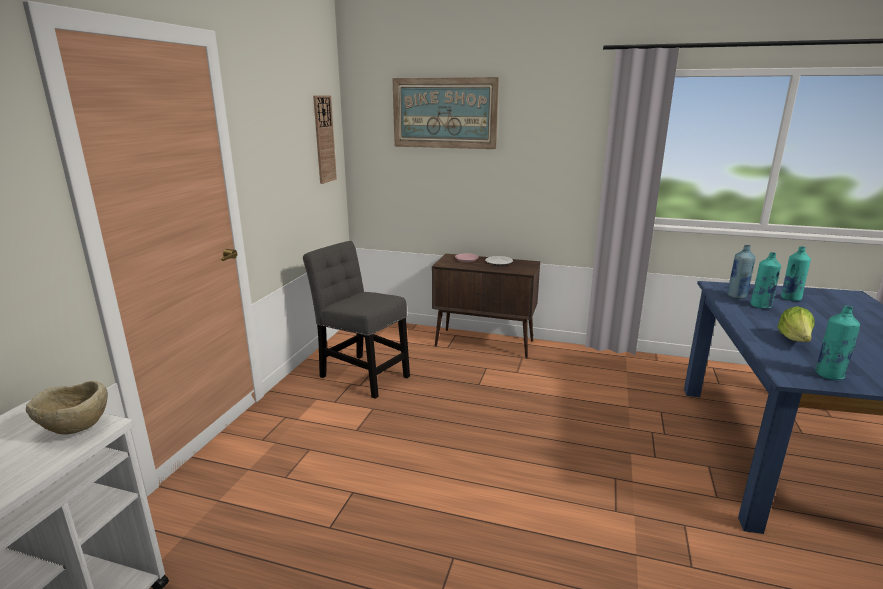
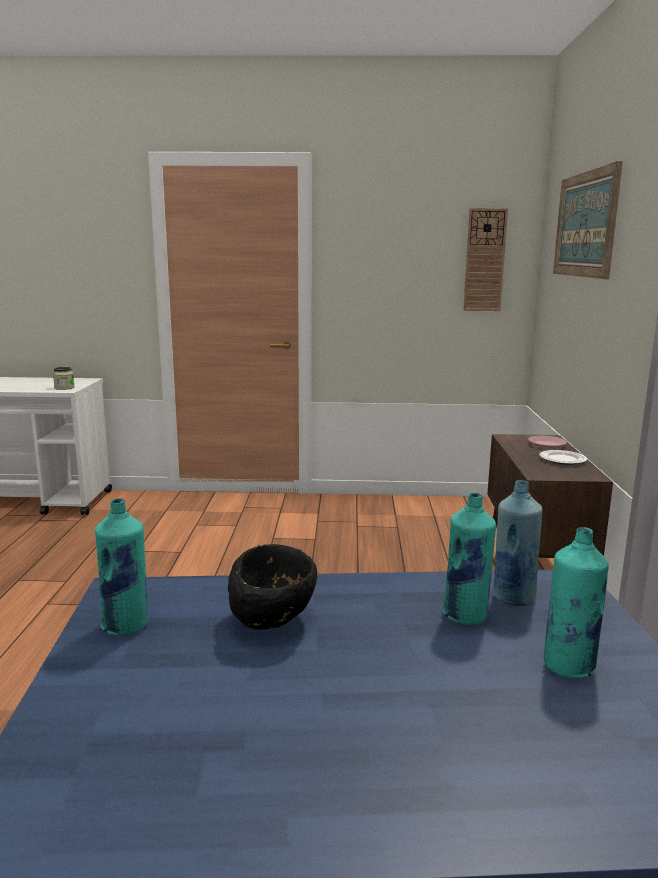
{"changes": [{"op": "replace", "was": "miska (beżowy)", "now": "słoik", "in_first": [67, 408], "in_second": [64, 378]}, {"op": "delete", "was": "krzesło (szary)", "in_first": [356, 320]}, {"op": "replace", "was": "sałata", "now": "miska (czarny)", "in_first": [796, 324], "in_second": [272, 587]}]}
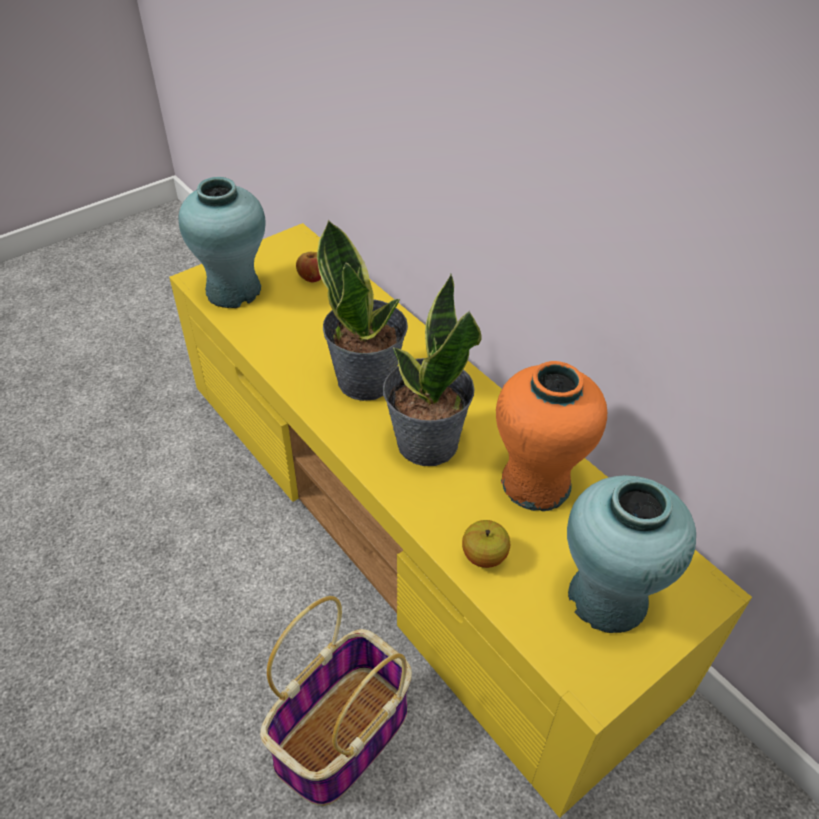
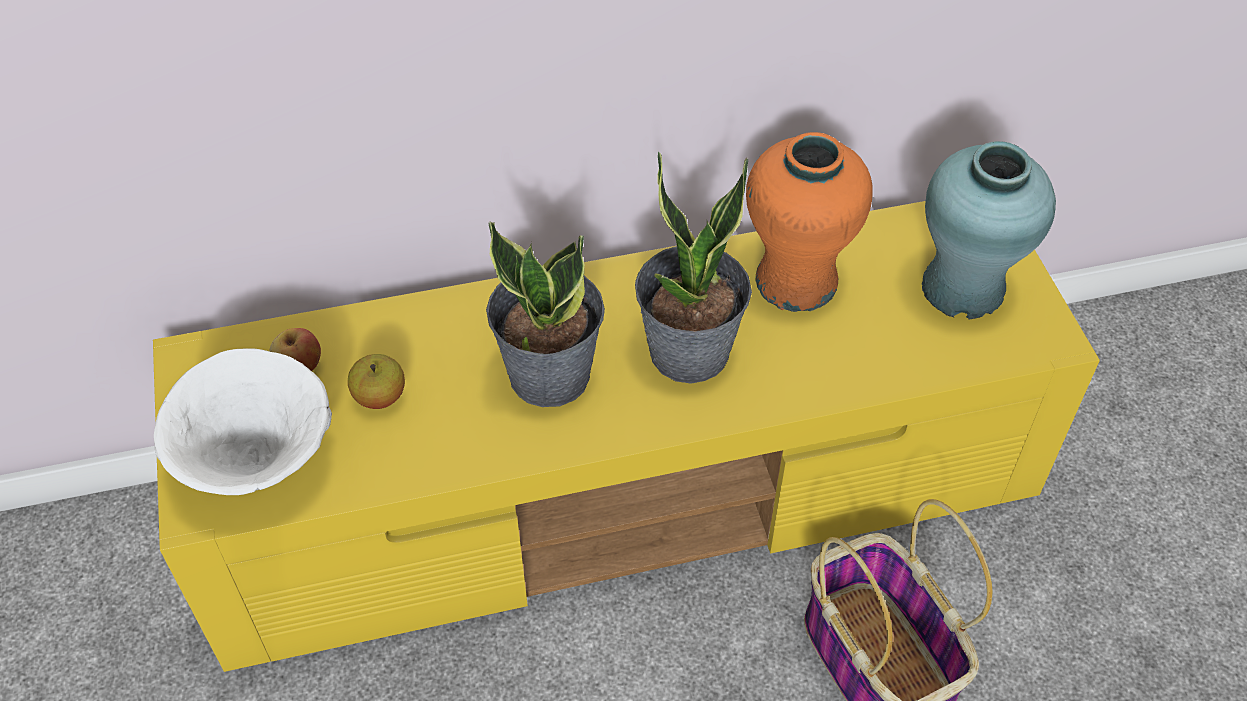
{"changes": [{"op": "replace", "was": "wazon (turkusowy)", "now": "miska (biały)", "in_first": [222, 242], "in_second": [243, 421]}, {"op": "move", "was": "jabłko", "in_first": [486, 544], "in_second": [376, 381]}]}
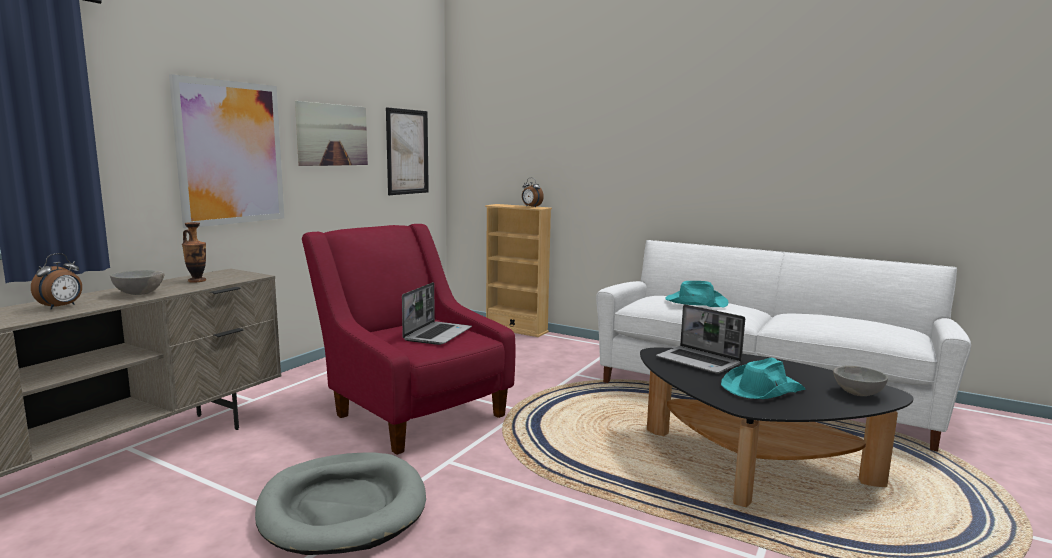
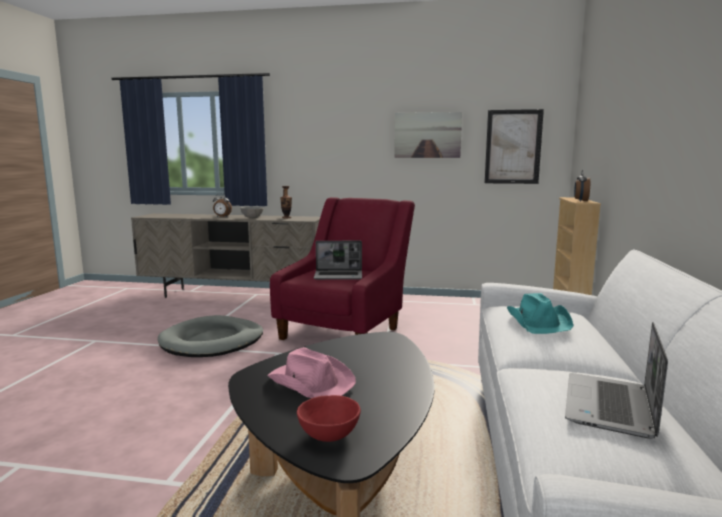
{"changes": [{"op": "delete", "was": "obraz", "in_first": [226, 151]}, {"op": "move", "was": "laptop", "in_first": [700, 339], "in_second": [616, 380]}, {"op": "recolor", "was": "kapelusz (turkusowy)", "now": "kapelusz (różowy)", "in_first": [763, 378], "in_second": [311, 372]}, {"op": "recolor", "was": "miska (szary)", "now": "miska (czerwony)", "in_first": [860, 381], "in_second": [329, 418]}]}
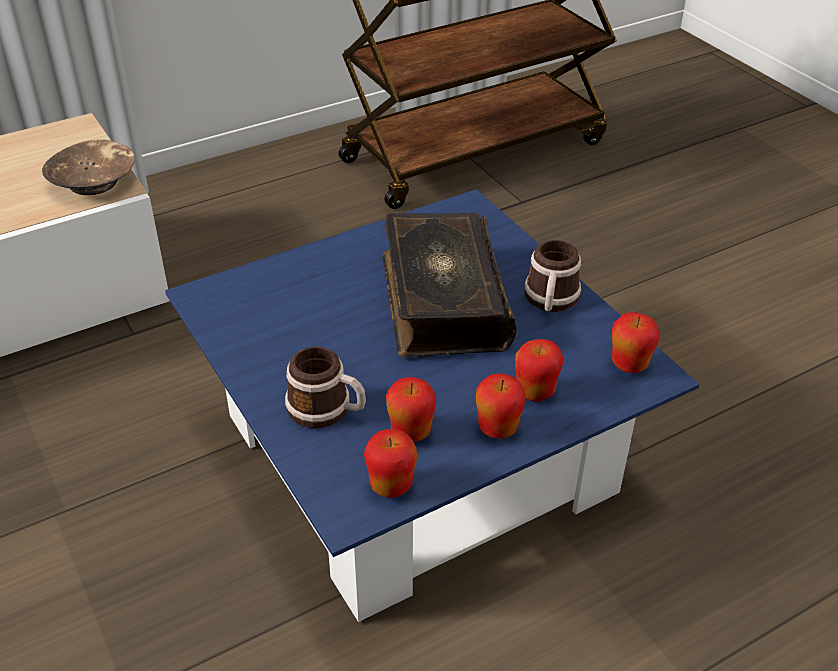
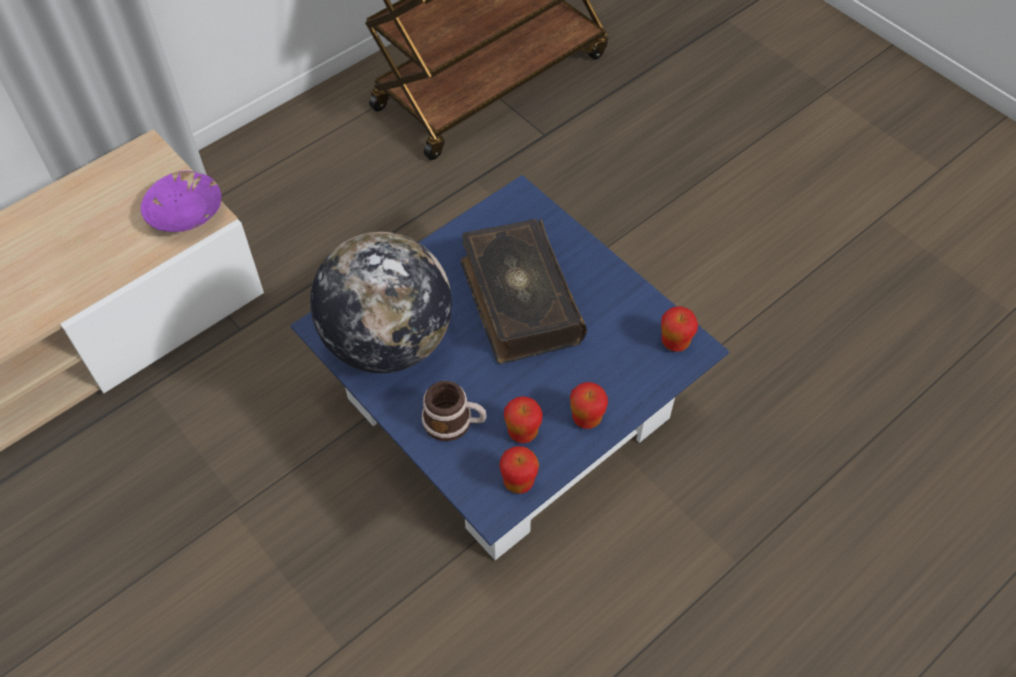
{"changes": [{"op": "recolor", "was": "miska (brązowy)", "now": "miska (fioletowy)", "in_first": [88, 167], "in_second": [181, 201]}, {"op": "delete", "was": "jabłko", "in_first": [539, 370]}, {"op": "delete", "was": "kubek", "in_first": [553, 276]}, {"op": "insert", "now": "globus", "in_second": [381, 302]}]}
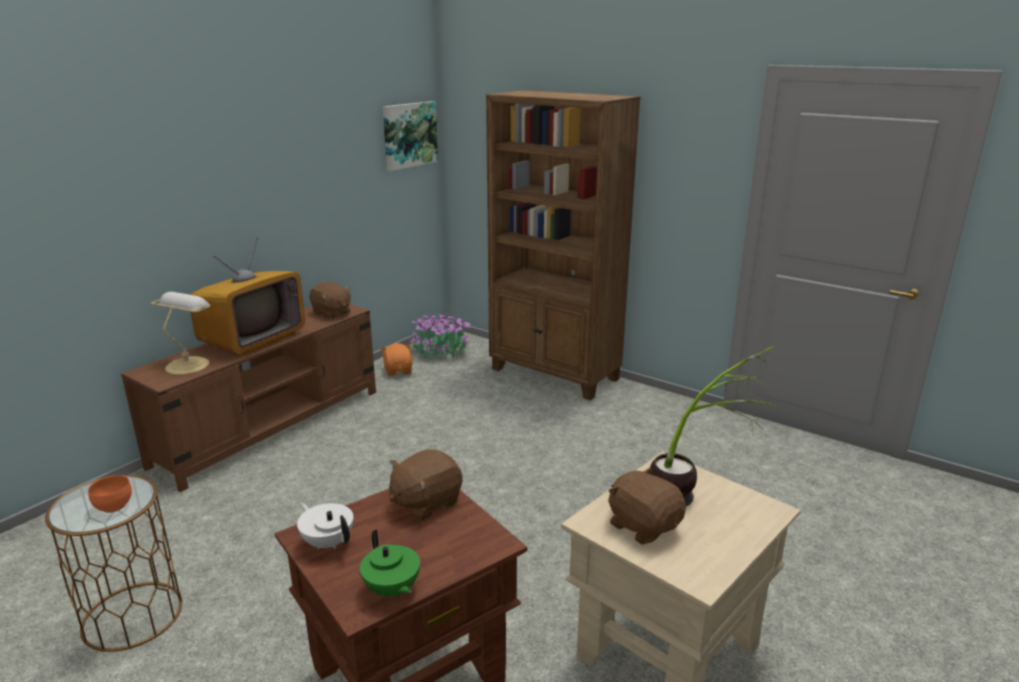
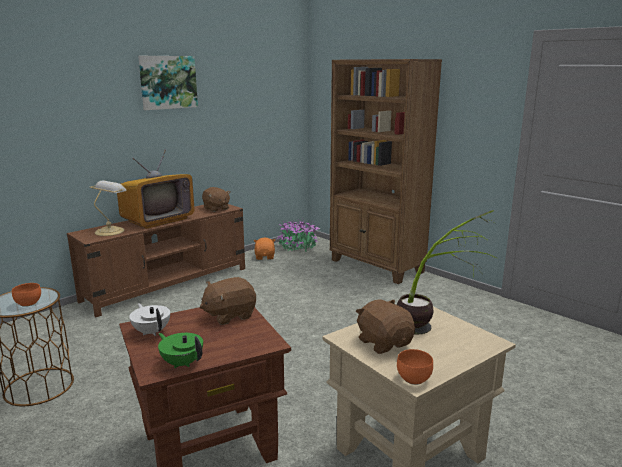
{"changes": [{"op": "rotate", "was": "imbryk (zielony)", "in_first": [390, 564], "in_second": [180, 350], "clockwise": 150}, {"op": "move", "was": "obraz", "in_first": [410, 136], "in_second": [168, 83]}, {"op": "insert", "now": "miska (pomarańczowy)", "in_second": [415, 367]}]}
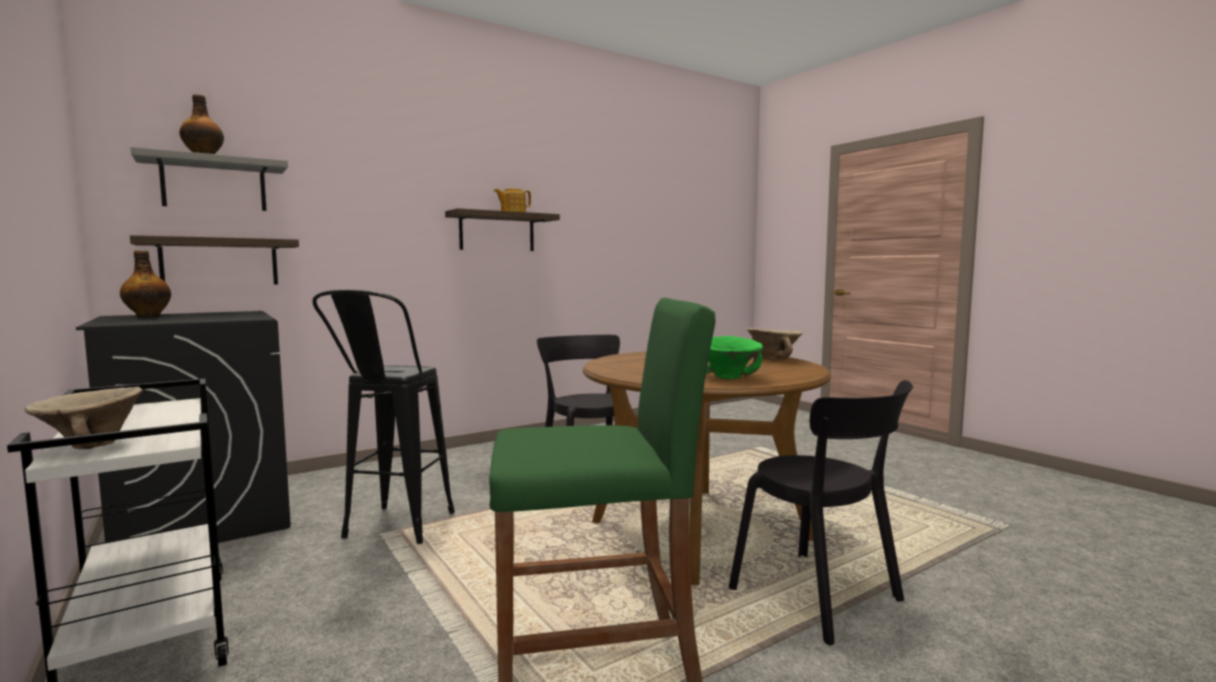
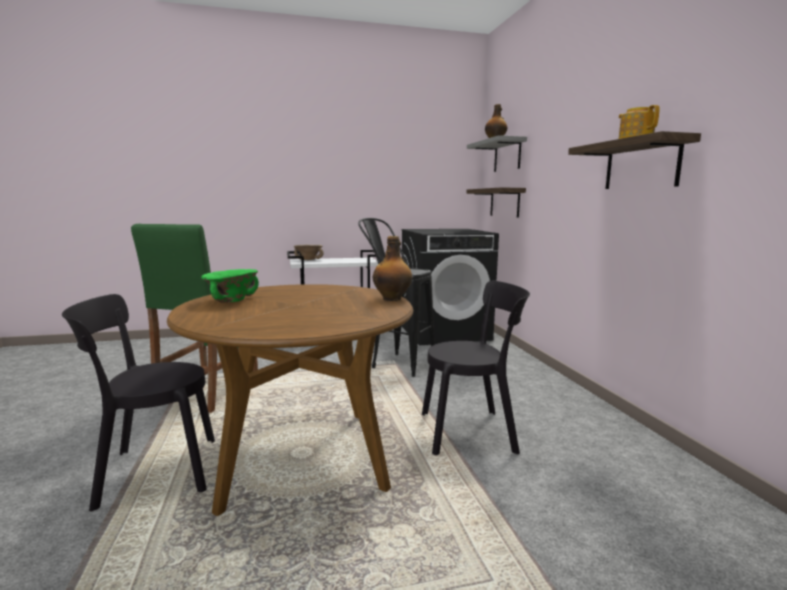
{"changes": [{"op": "move", "was": "butelka", "in_first": [145, 284], "in_second": [392, 268]}, {"op": "delete", "was": "miska (beżowy)", "in_first": [775, 343]}]}
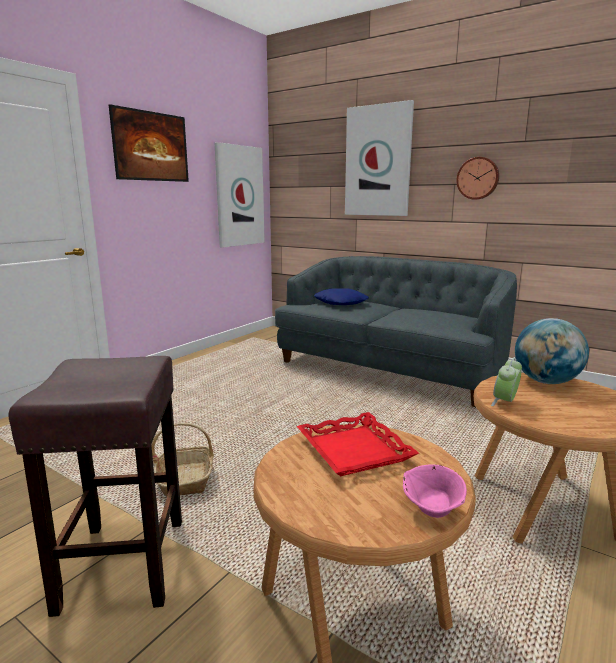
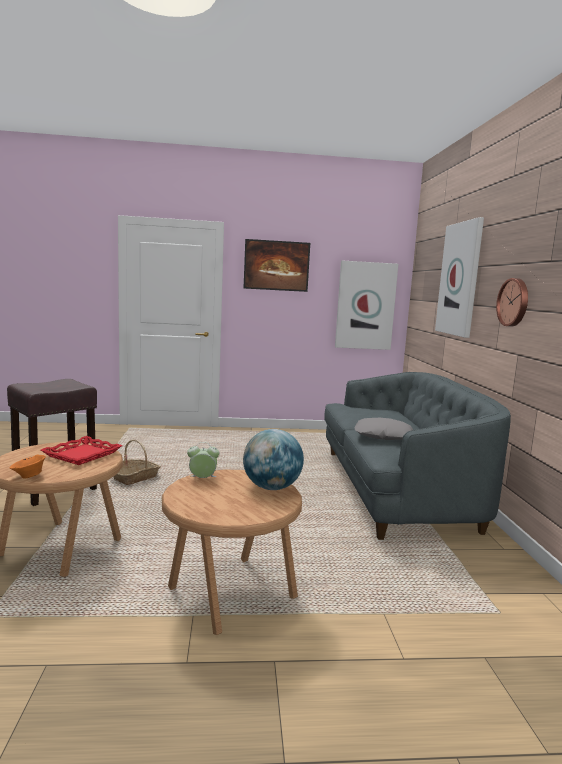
{"changes": [{"op": "delete", "was": "poduszka (niebieski)", "in_first": [341, 296]}, {"op": "recolor", "was": "miska (różowy)", "now": "miska (pomarańczowy)", "in_first": [435, 491], "in_second": [28, 466]}, {"op": "insert", "now": "poduszka (szary)", "in_second": [384, 429]}]}
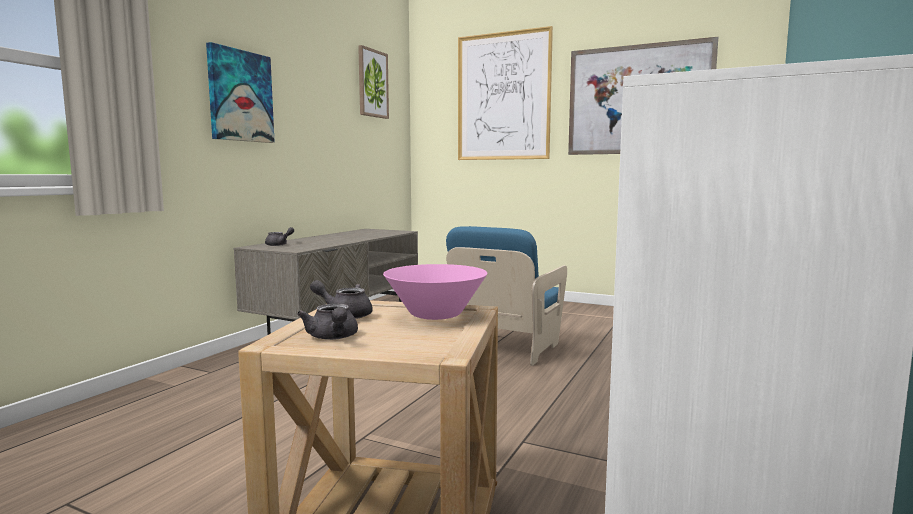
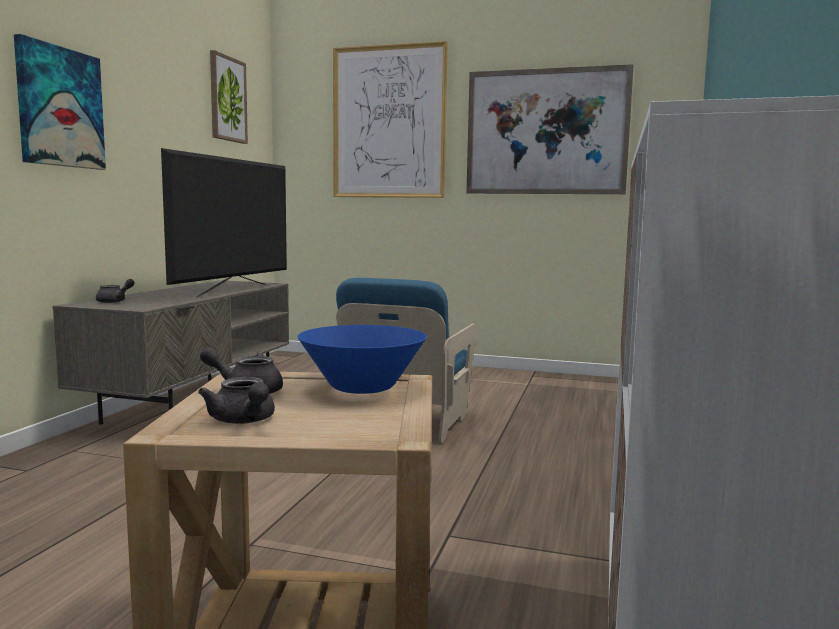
{"changes": [{"op": "recolor", "was": "miska (różowy)", "now": "miska (niebieski)", "in_first": [435, 292], "in_second": [362, 359]}, {"op": "insert", "now": "telewizor", "in_second": [224, 223]}]}
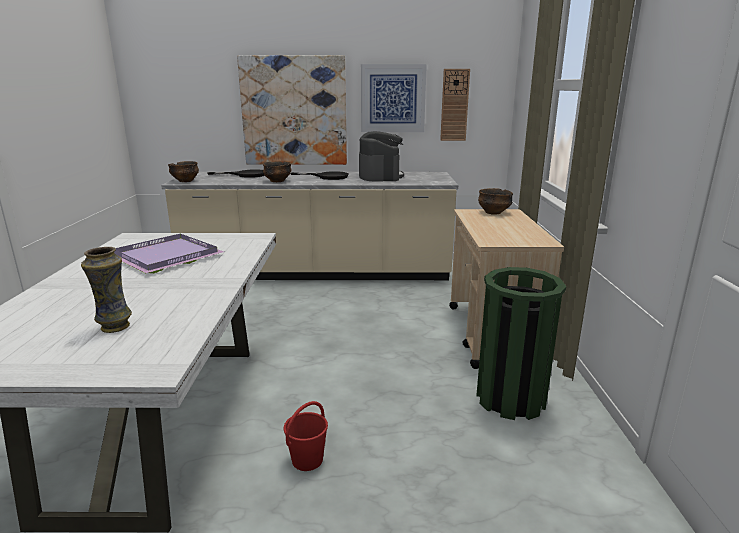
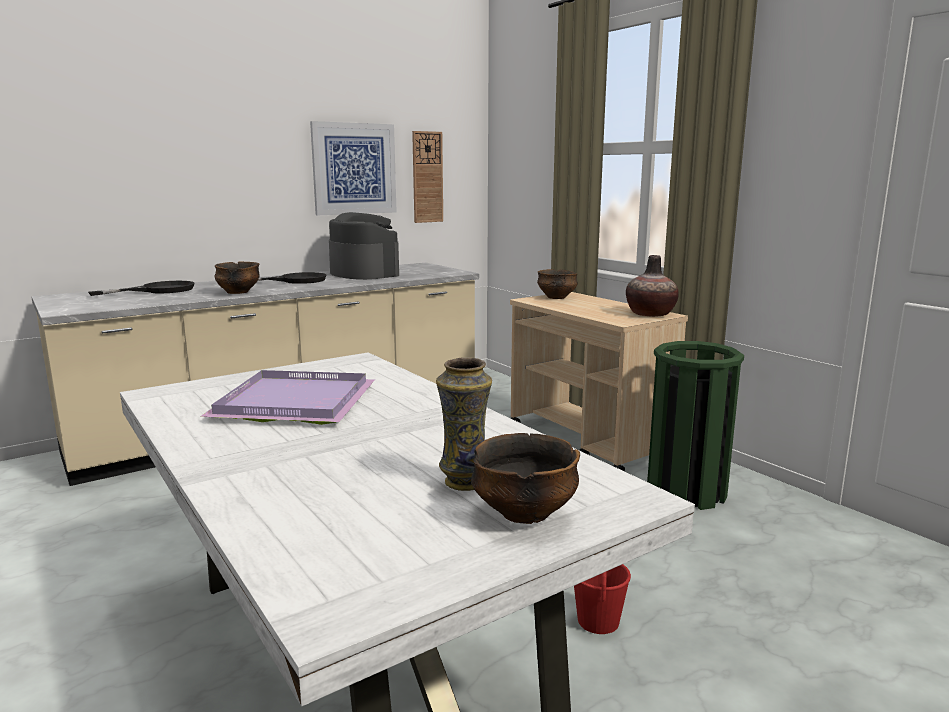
{"changes": [{"op": "move", "was": "miska", "in_first": [183, 171], "in_second": [525, 478]}, {"op": "delete", "was": "obraz", "in_first": [292, 110]}, {"op": "insert", "now": "wazon", "in_second": [652, 286]}]}
